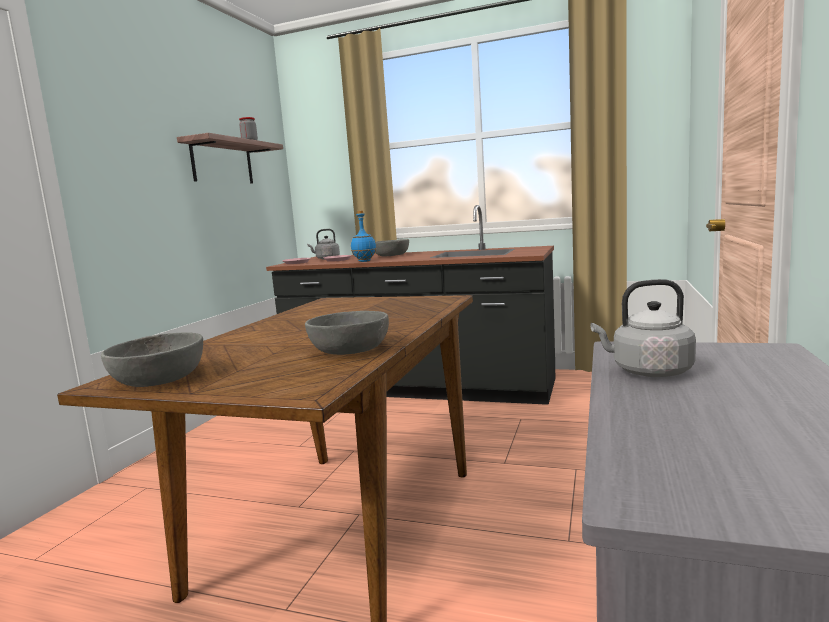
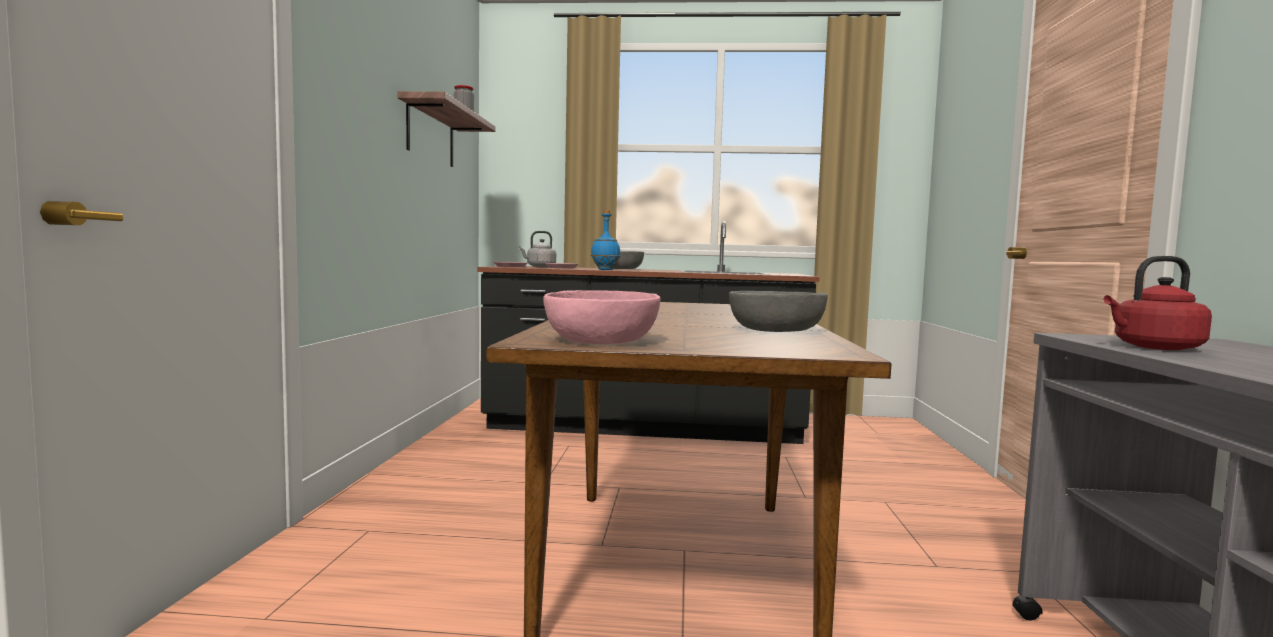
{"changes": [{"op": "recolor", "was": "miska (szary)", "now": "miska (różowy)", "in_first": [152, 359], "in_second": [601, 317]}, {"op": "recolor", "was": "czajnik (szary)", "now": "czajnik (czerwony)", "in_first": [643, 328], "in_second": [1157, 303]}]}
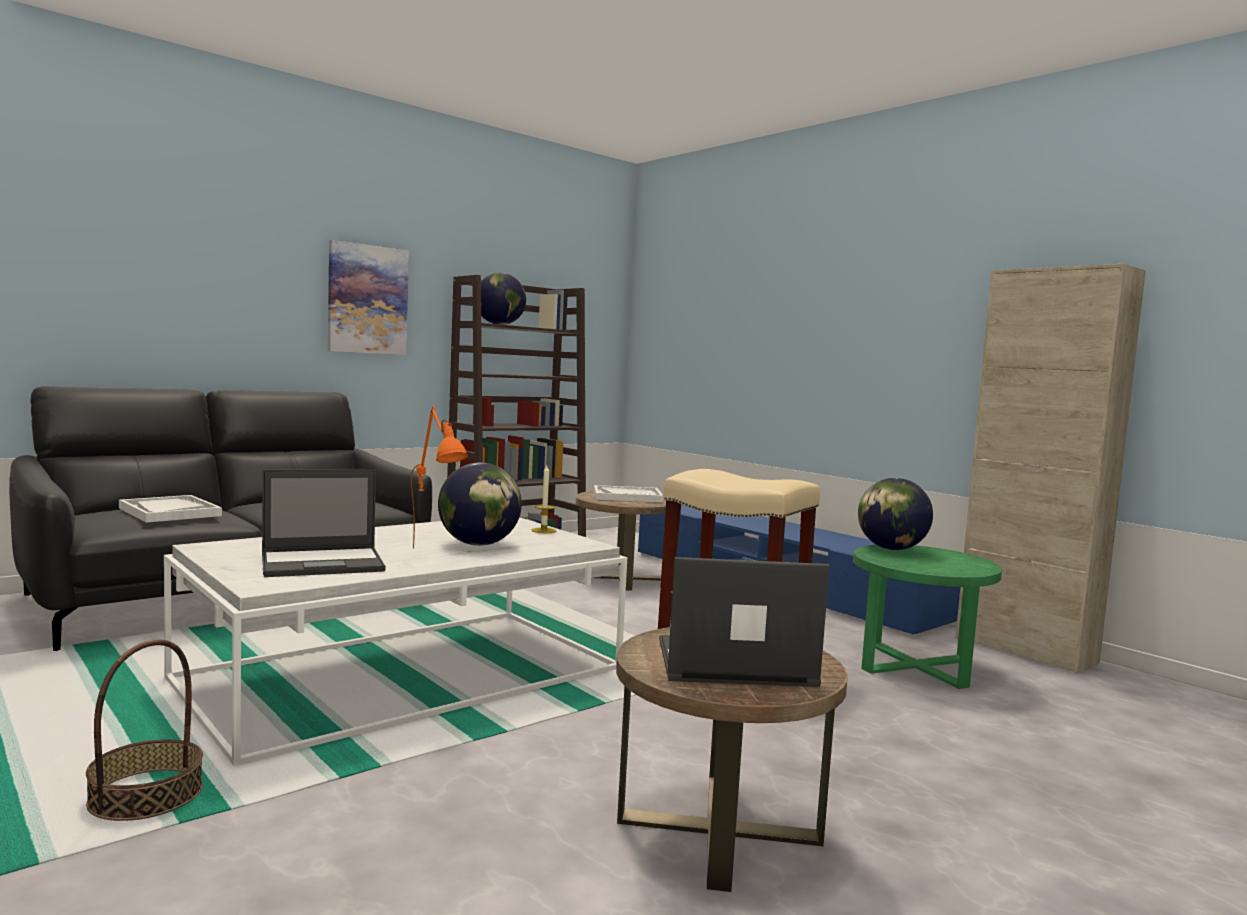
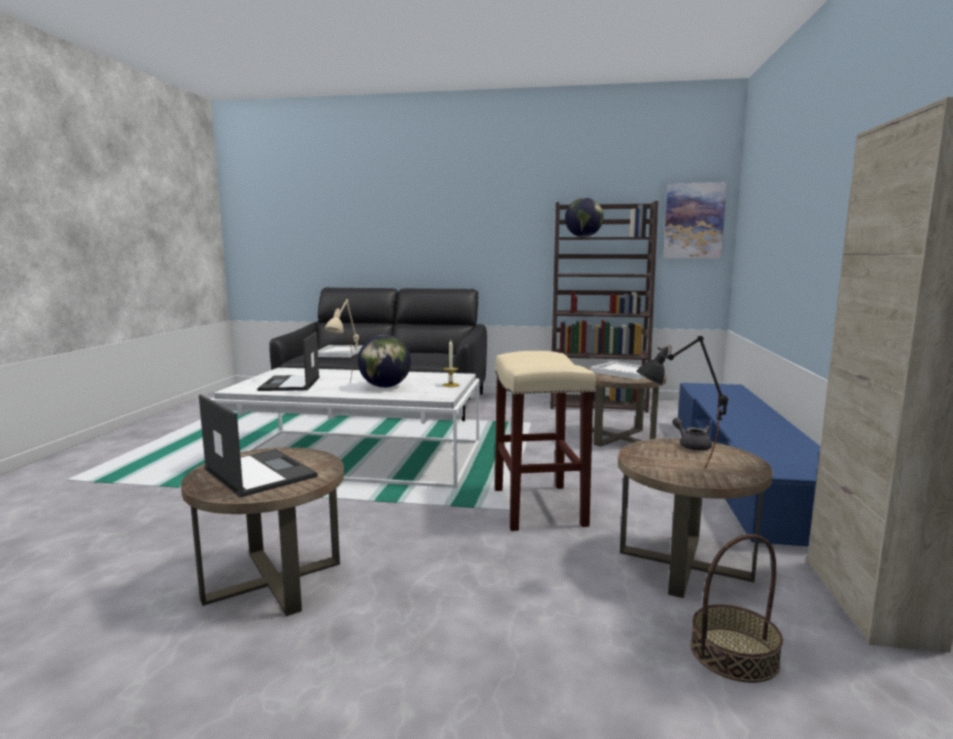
{"changes": [{"op": "move", "was": "koszyk", "in_first": [144, 730], "in_second": [737, 608]}, {"op": "rotate", "was": "laptop", "in_first": [324, 523], "in_second": [288, 361], "clockwise": 60}, {"op": "move", "was": "obraz", "in_first": [368, 297], "in_second": [695, 220]}, {"op": "recolor", "was": "lampa stołowa (pomarańczowy)", "now": "lampa stołowa (beżowy)", "in_first": [439, 478], "in_second": [341, 340]}, {"op": "recolor", "was": "stolik (zielony)", "now": "stolik (brązowy)", "in_first": [927, 617], "in_second": [695, 518]}, {"op": "replace", "was": "globus", "now": "imbryk (szary)", "in_first": [895, 514], "in_second": [692, 434]}, {"op": "insert", "now": "lampa stołowa (czarny)", "in_second": [682, 402]}]}
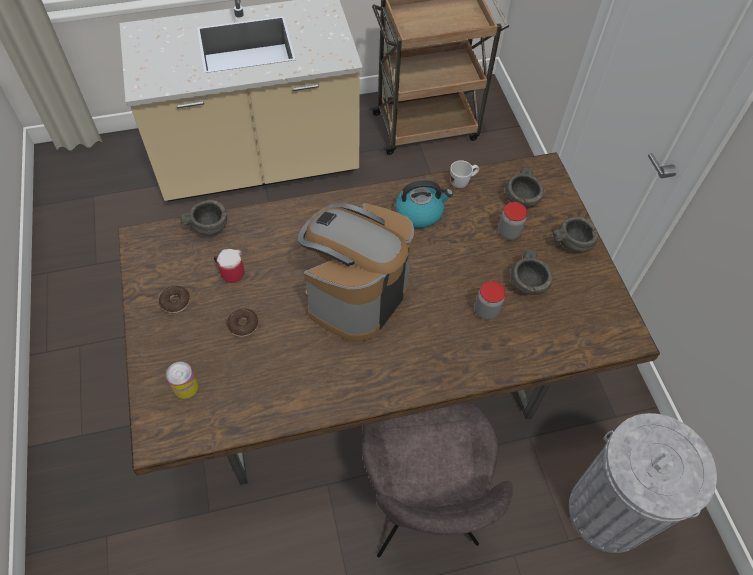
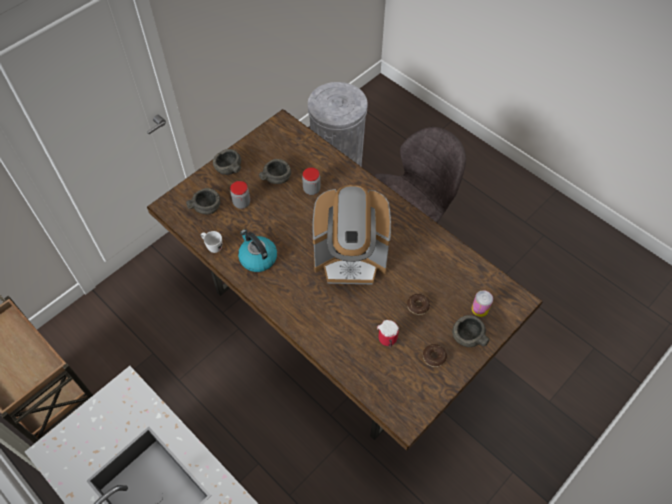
{"changes": [{"op": "move", "was": "miska (szary)", "in_first": [204, 218], "in_second": [471, 331]}]}
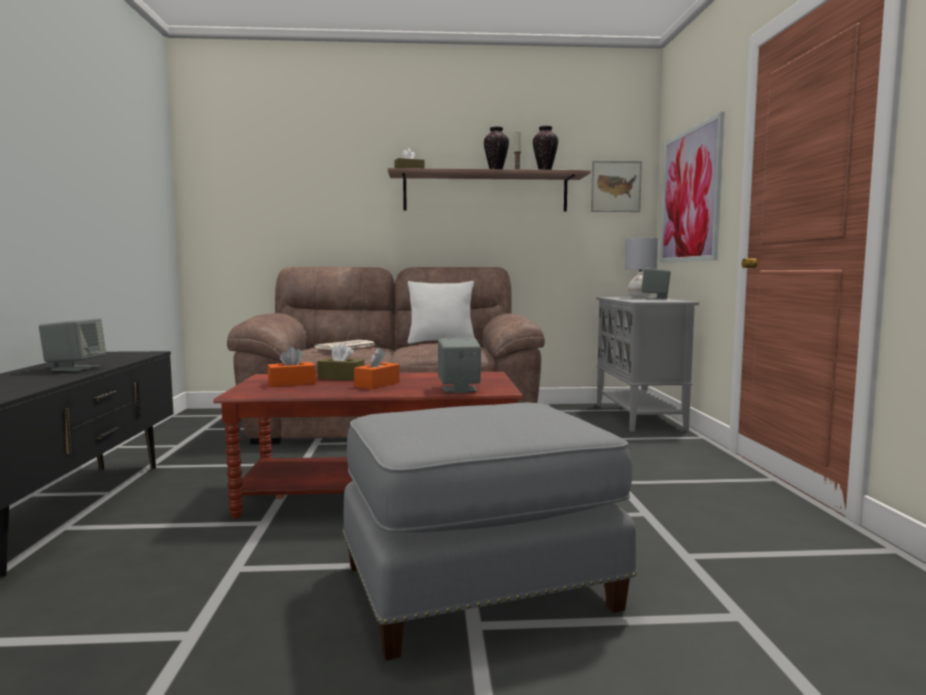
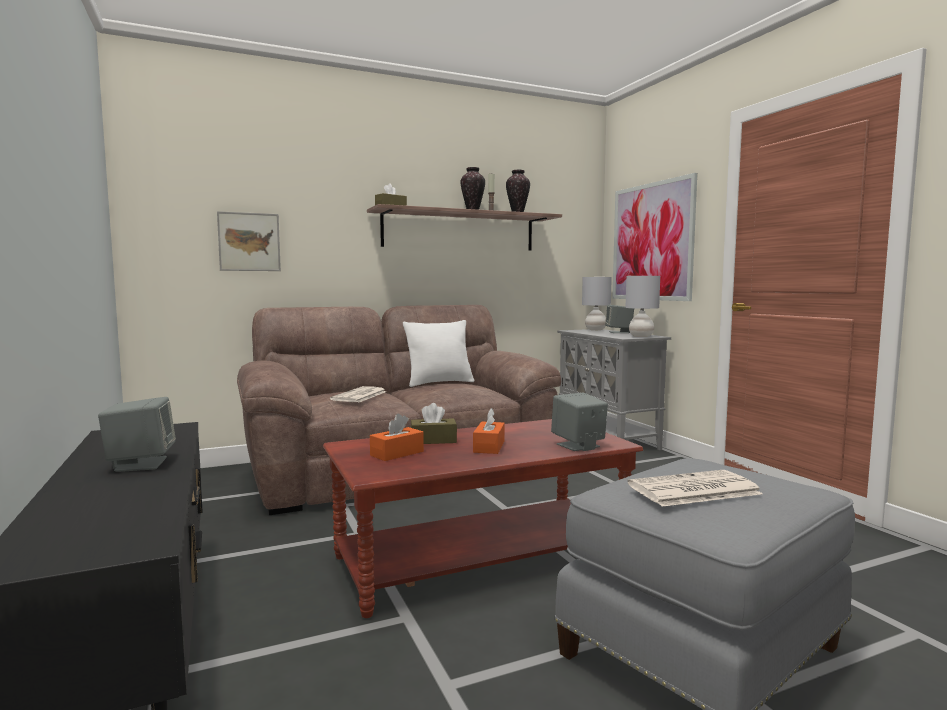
{"changes": [{"op": "move", "was": "obraz", "in_first": [616, 186], "in_second": [249, 241]}, {"op": "insert", "now": "lampa stołowa (szary)", "in_second": [643, 306]}, {"op": "insert", "now": "gazeta", "in_second": [695, 488]}]}
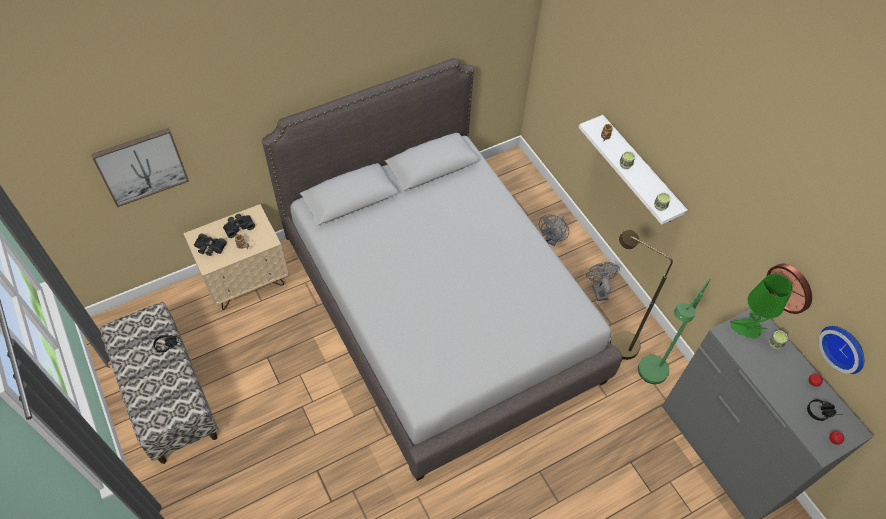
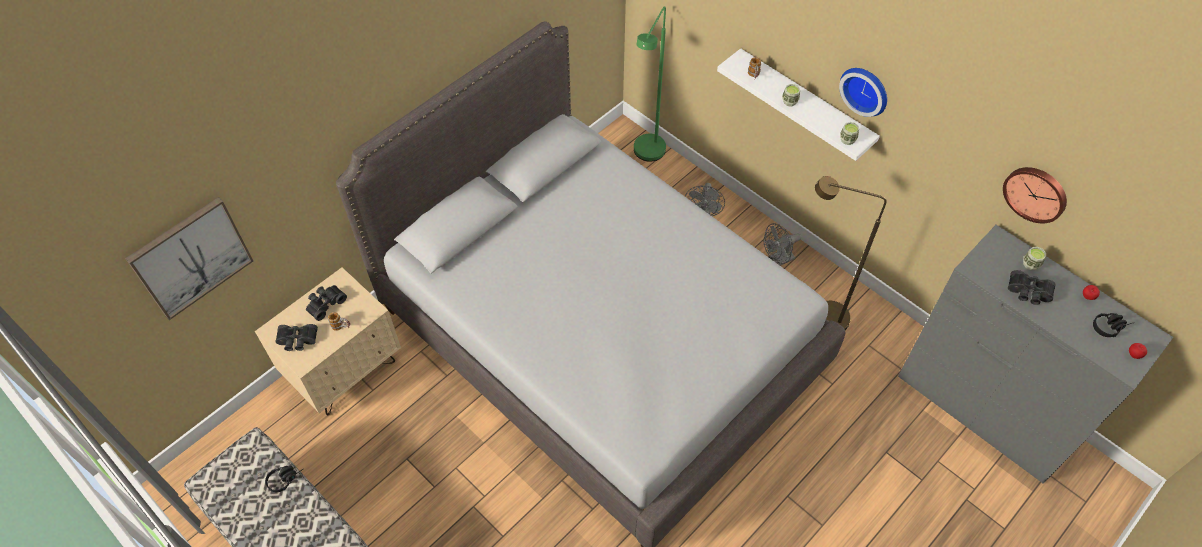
{"changes": [{"op": "rotate", "was": "wentylator (szary)", "in_first": [603, 281], "in_second": [782, 244], "clockwise": -90}, {"op": "move", "was": "lampa stojąca (zielony)", "in_first": [674, 331], "in_second": [650, 84]}, {"op": "delete", "was": "lampa stołowa (zielony)", "in_first": [761, 306]}, {"op": "move", "was": "zegar ścienny", "in_first": [841, 350], "in_second": [863, 92]}, {"op": "insert", "now": "lornetka (czarny)", "in_second": [1032, 287]}]}
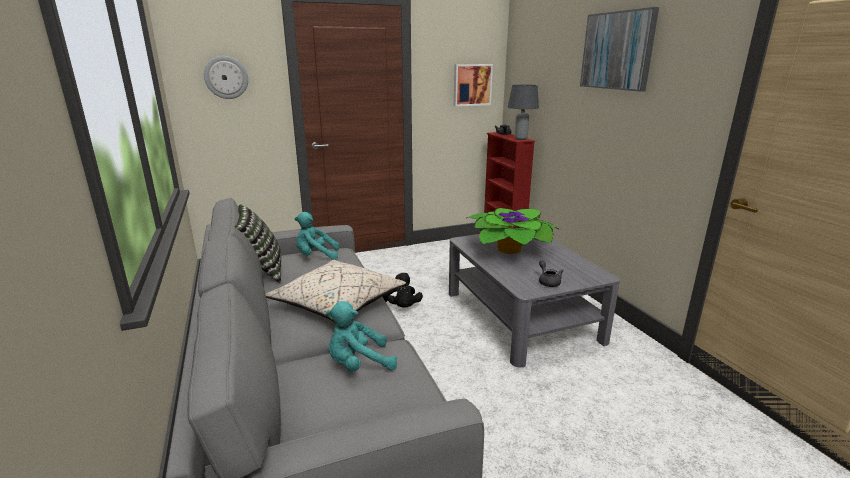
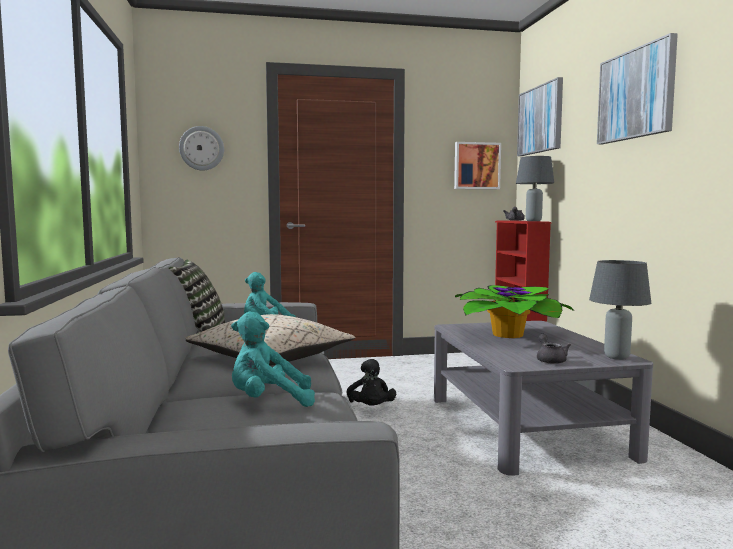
{"changes": [{"op": "insert", "now": "obraz", "in_second": [540, 116]}, {"op": "insert", "now": "lampa stołowa (szary)", "in_second": [620, 310]}]}
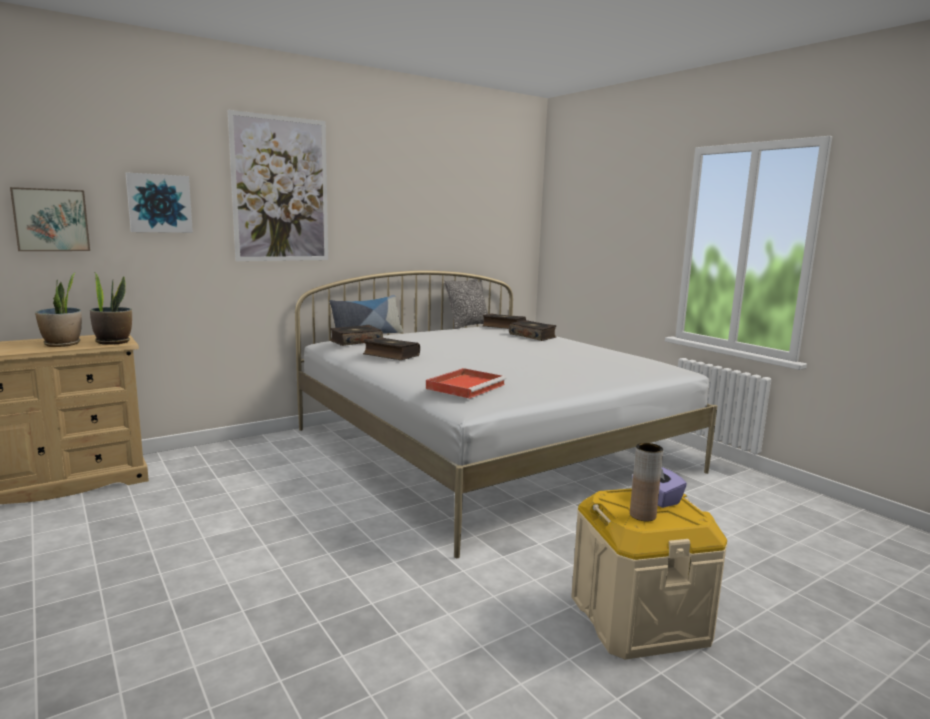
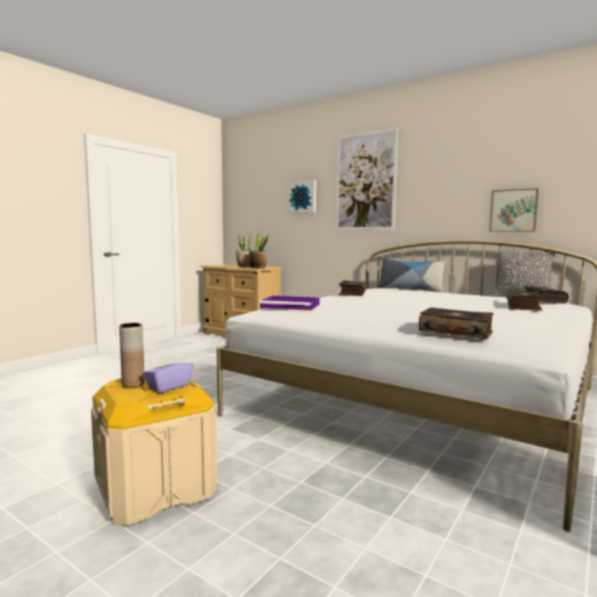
{"changes": [{"op": "move", "was": "obraz", "in_first": [50, 219], "in_second": [514, 210]}, {"op": "move", "was": "książka", "in_first": [356, 335], "in_second": [456, 323]}, {"op": "recolor", "was": "taca (czerwony)", "now": "taca (fioletowy)", "in_first": [466, 383], "in_second": [290, 303]}]}
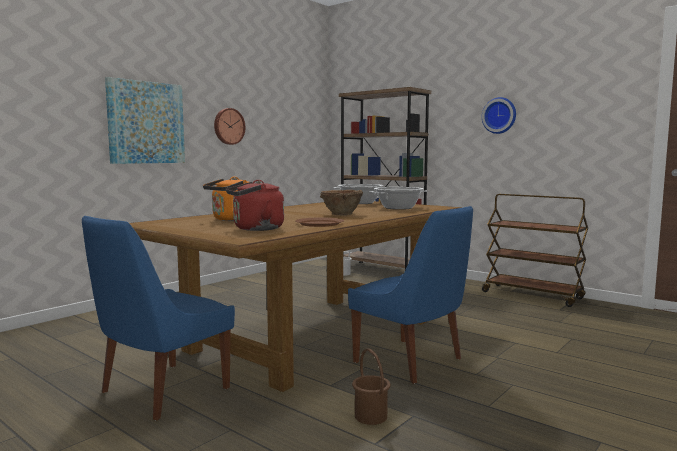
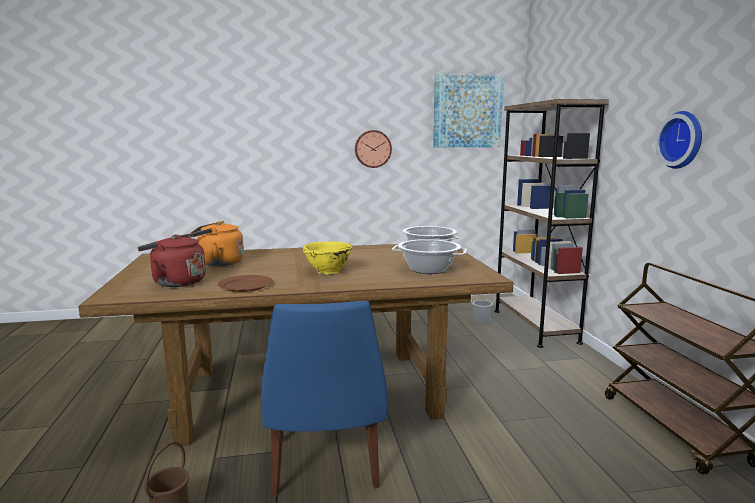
{"changes": [{"op": "delete", "was": "krzesło (niebieski)", "in_first": [158, 318]}, {"op": "move", "was": "obraz", "in_first": [145, 120], "in_second": [468, 110]}, {"op": "recolor", "was": "miska (brązowy)", "now": "miska (żółty)", "in_first": [341, 202], "in_second": [327, 258]}]}
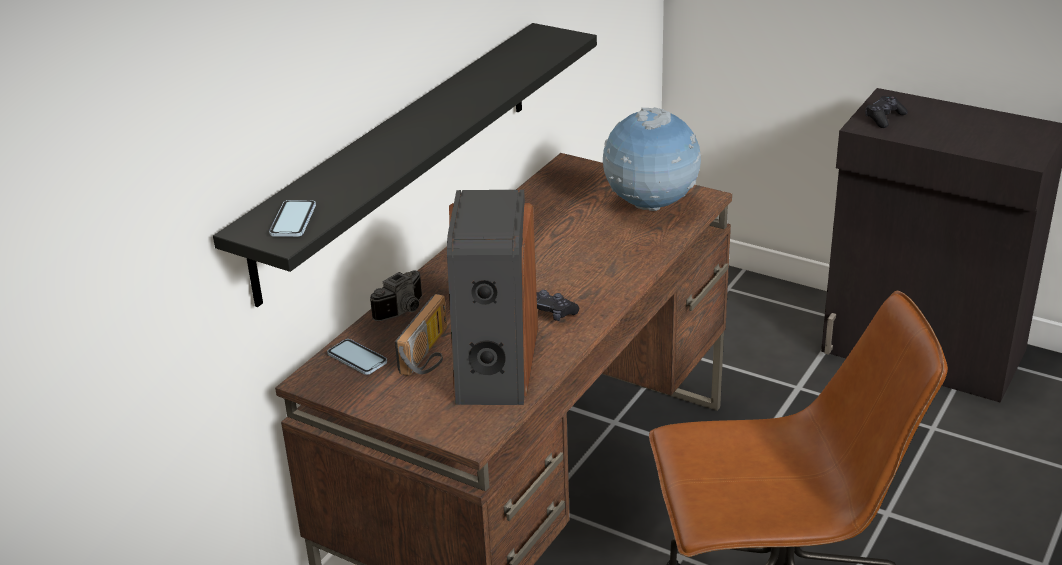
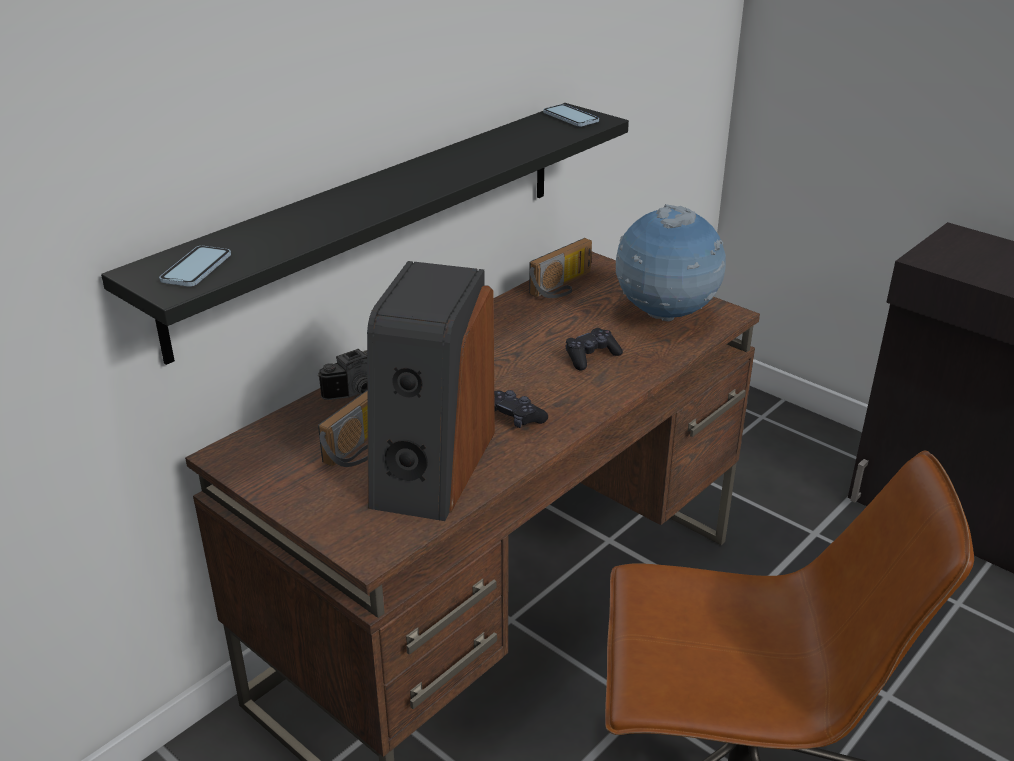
{"changes": [{"op": "move", "was": "telefon", "in_first": [357, 357], "in_second": [571, 115]}, {"op": "move", "was": "pad do gier (czarny)", "in_first": [886, 112], "in_second": [594, 349]}, {"op": "insert", "now": "radio", "in_second": [560, 268]}]}
